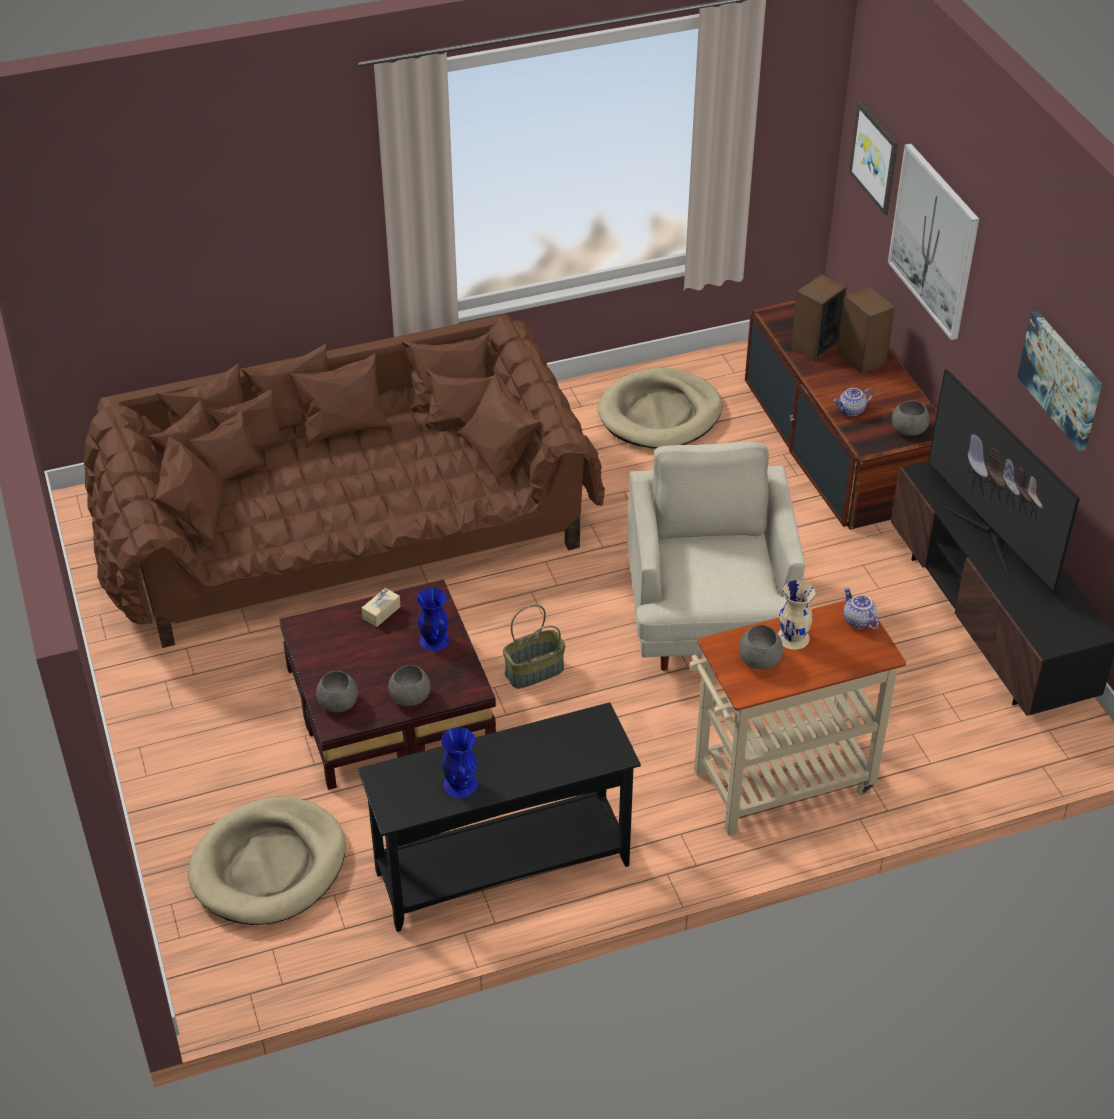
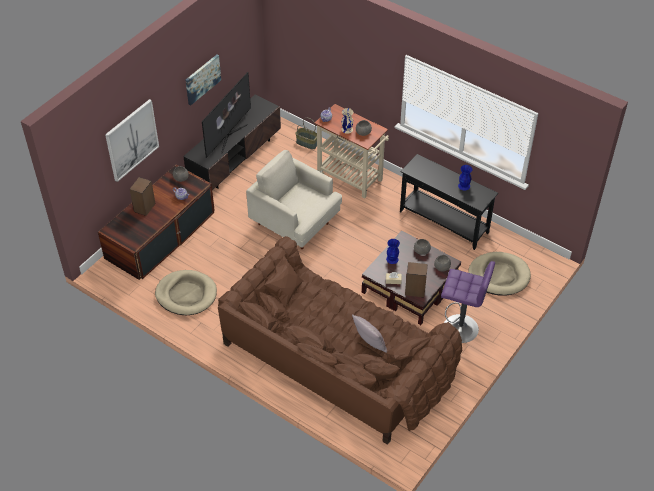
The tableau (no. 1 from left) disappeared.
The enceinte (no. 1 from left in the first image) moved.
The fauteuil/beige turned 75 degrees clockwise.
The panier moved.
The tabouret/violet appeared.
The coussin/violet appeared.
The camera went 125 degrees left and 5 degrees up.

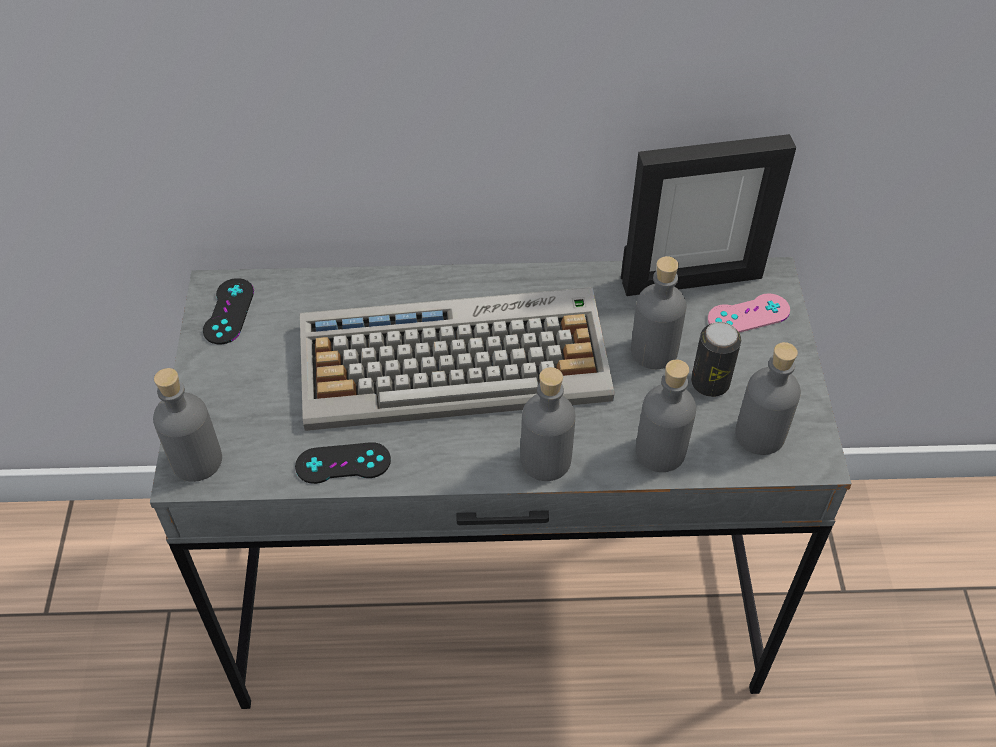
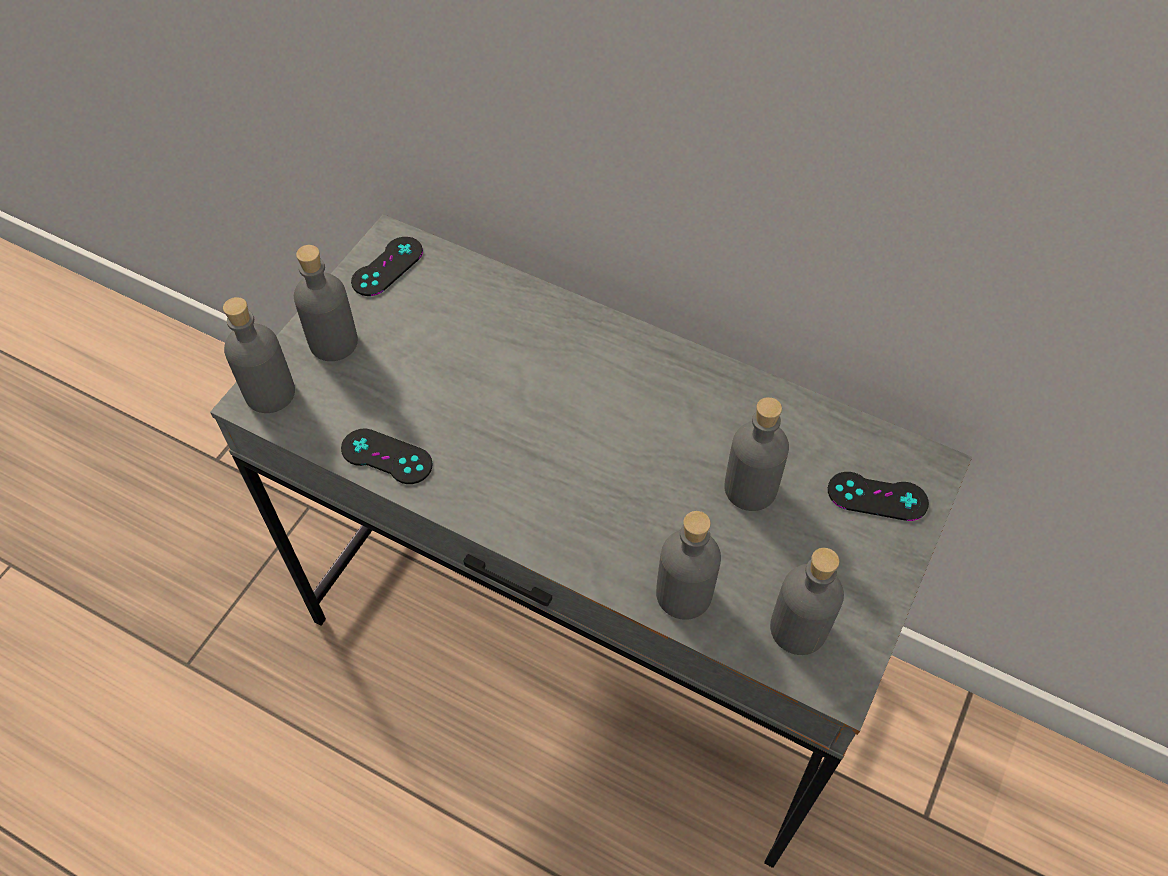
The cadre photo disappeared.
The clavier disappeared.
The manette/rose became the manette/noir (no. 3 from left).
The boîte métallique disappeared.
The bouteille/gris (no. 2 from left) moved.
The camera went 30 degrees right and 5 degrees up.

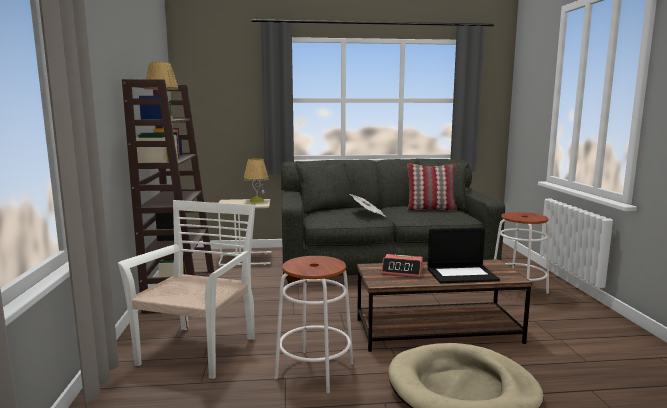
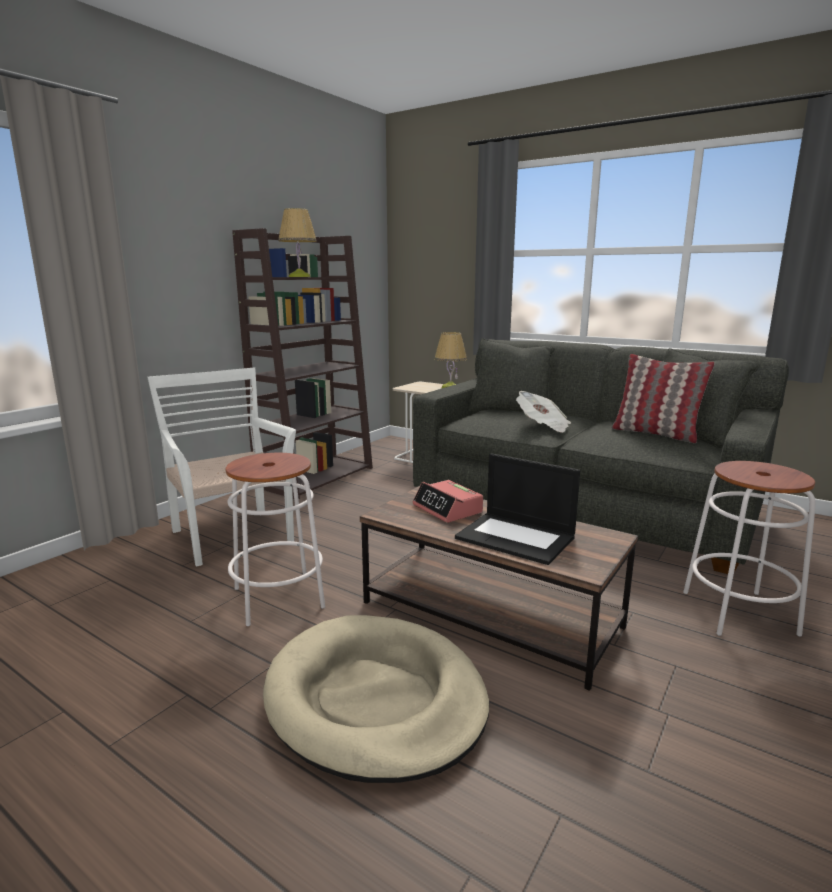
The fauteuil/blanc turned 90 degrees counterclockwise.
The camera went 40 degrees right and 5 degrees up.

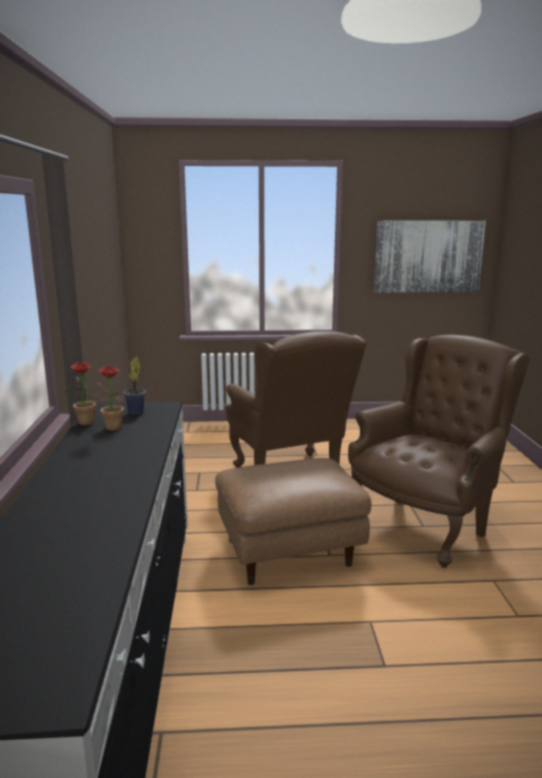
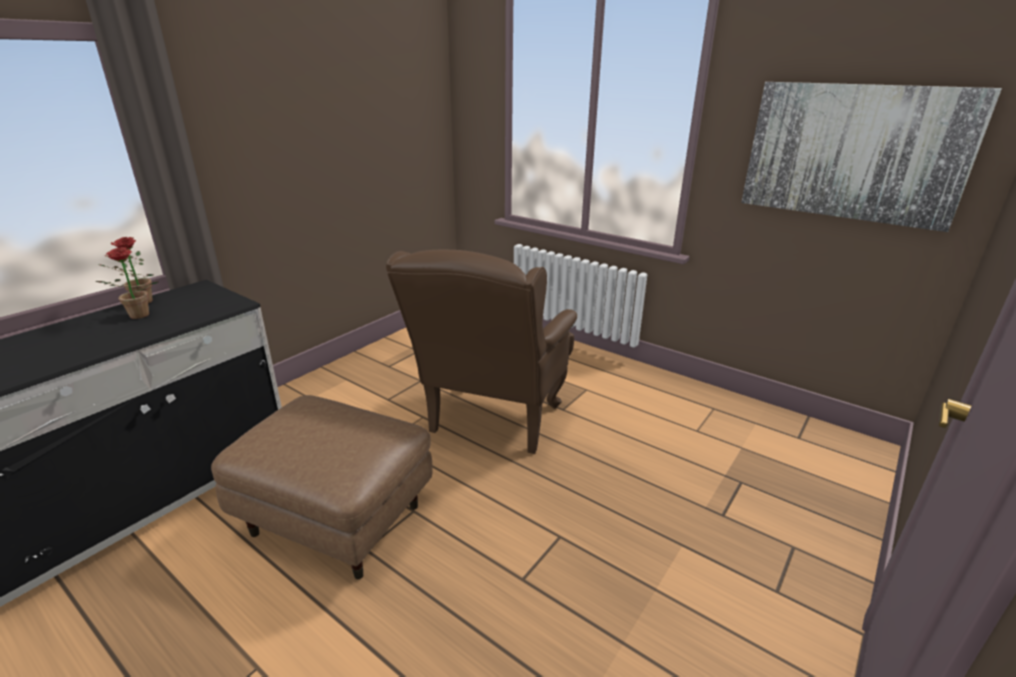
The fauteuil/marron (no. 2 from left) disappeared.
The plante en pot (no. 3 from left) disappeared.
The camera went 40 degrees right and 10 degrees up.

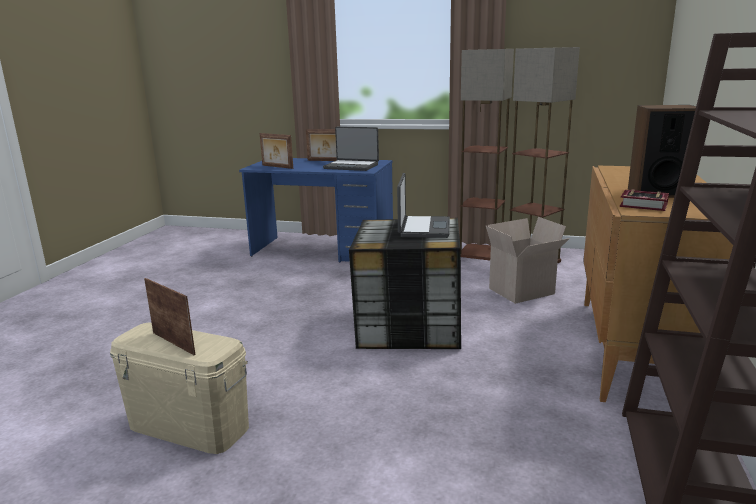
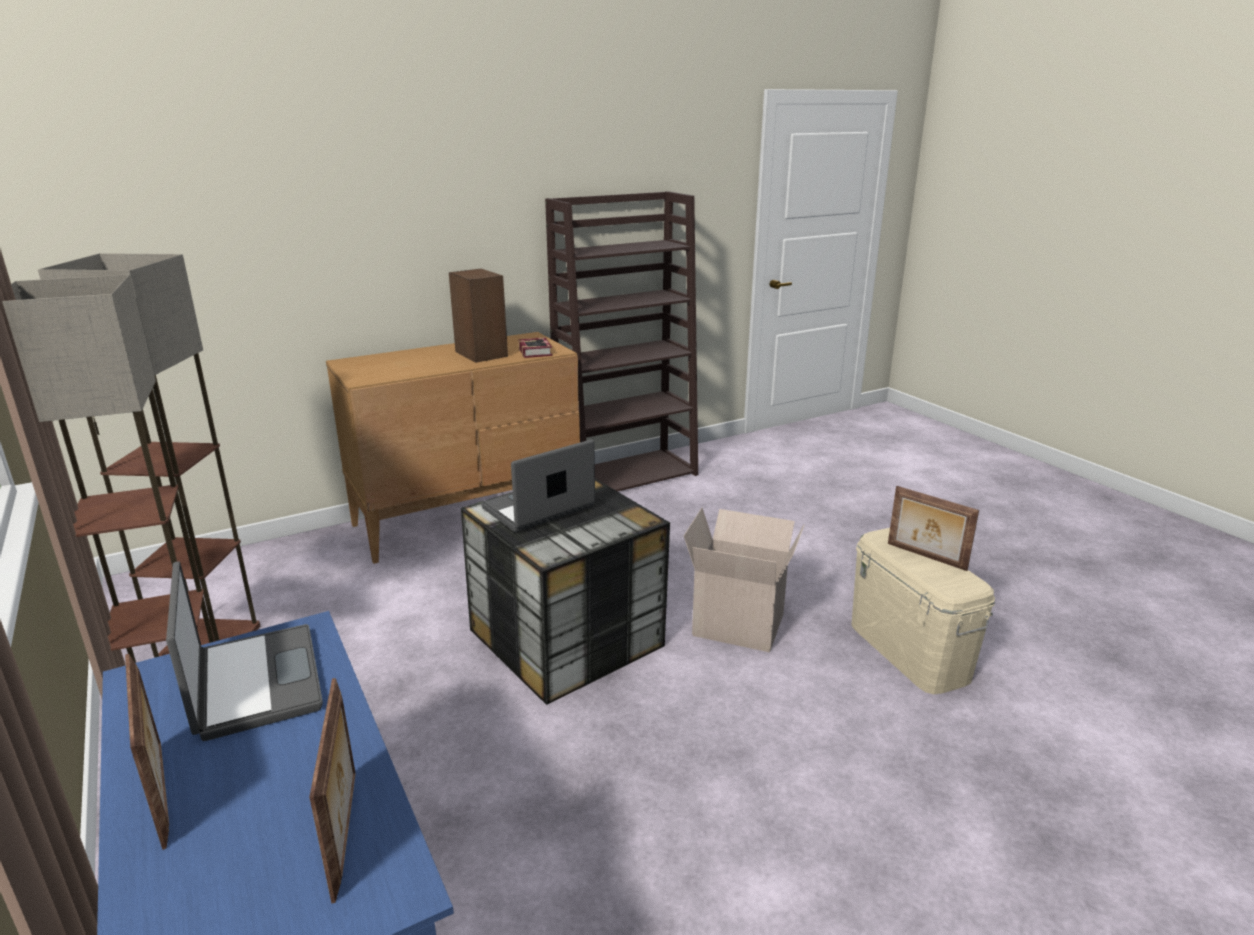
The carton moved.
The cadre photo (no. 1 from left in the first image) turned 45 degrees counterclockwise.
The camera went 135 degrees left and 5 degrees up.

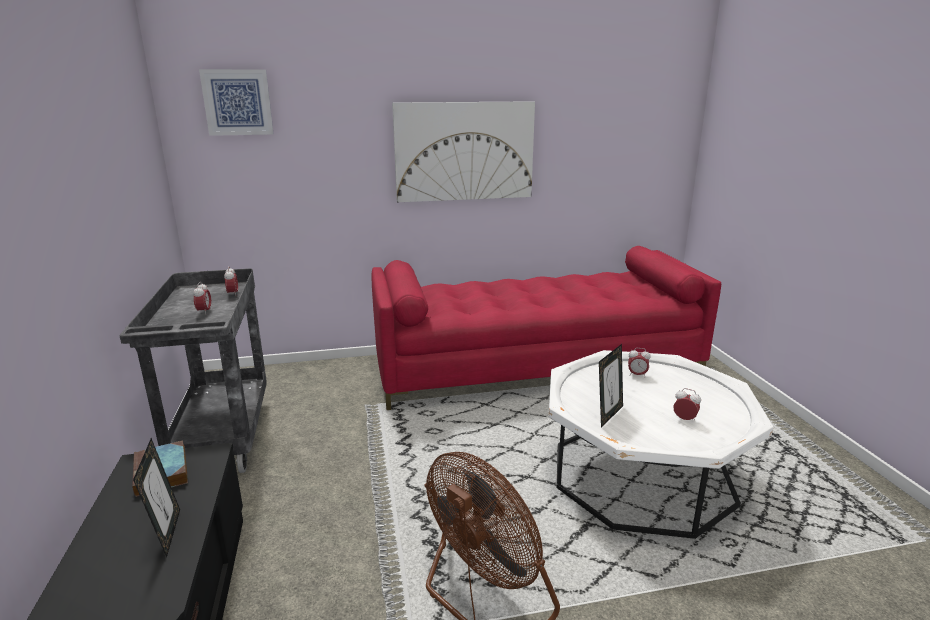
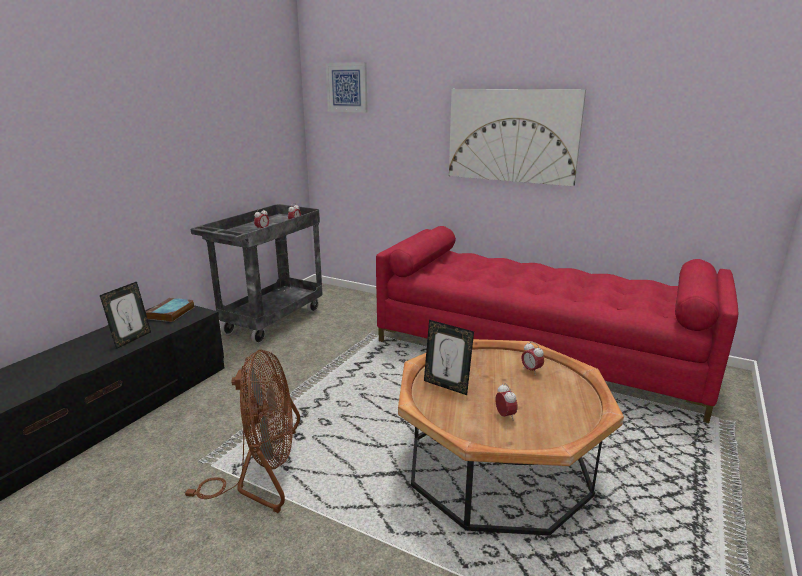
The cadre photo (no. 2 from left) turned 45 degrees clockwise.
The table basse/blanc became the table basse/marron.
The camera went 40 degrees right and 0 degrees up.

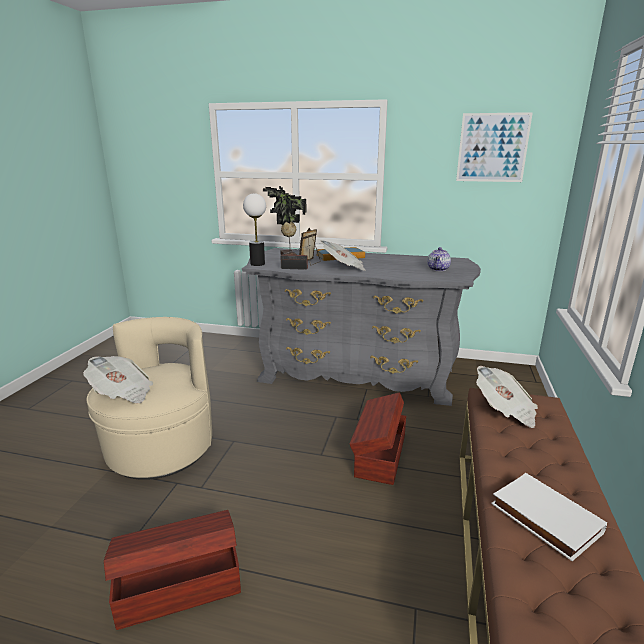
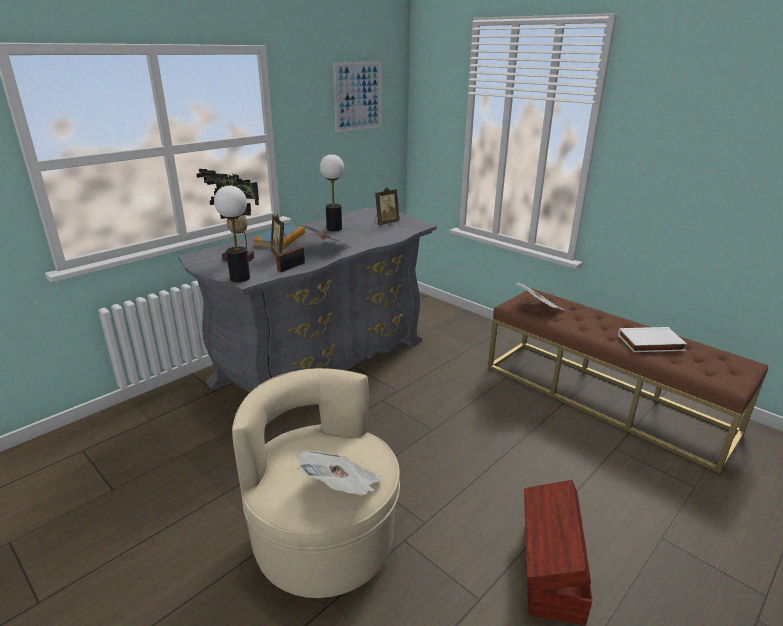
The théière was replaced by the cadre photo (no. 2 from left).
The boîte de rangement/marron (no. 2 from left) disappeared.
The lampe de table (no. 2 from left) appeared.
The camera went 60 degrees left and 5 degrees up.

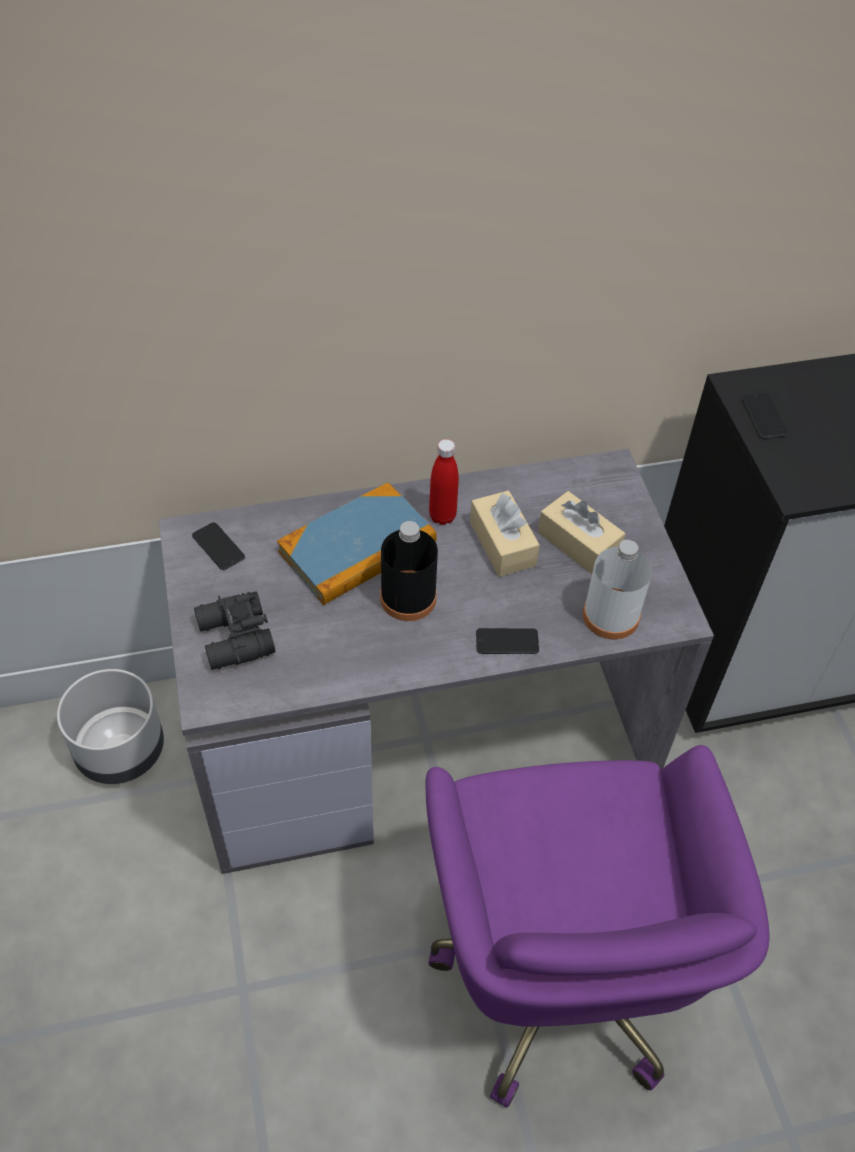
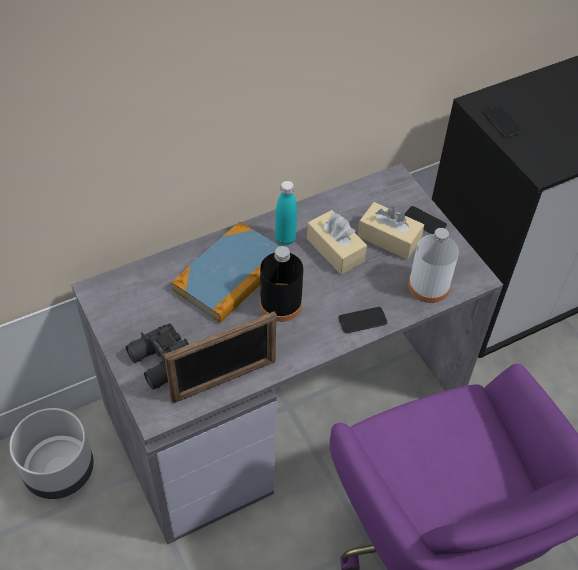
The bouteille/rouge became the bouteille/turquoise.
The téléphone (no. 1 from left in the first image) moved.
The cadre photo appeared.
The camera went 15 degrees left and 0 degrees up.

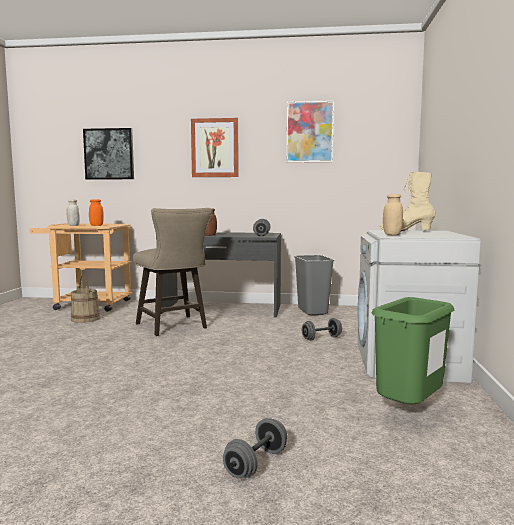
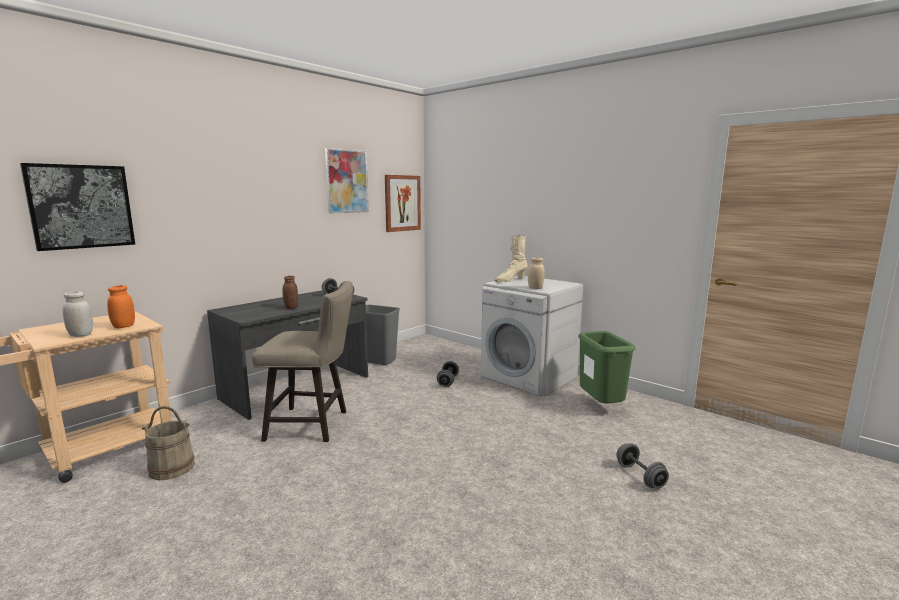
The tableau (no. 2 from left in the first image) moved.
The camera went 55 degrees left and 5 degrees up.

